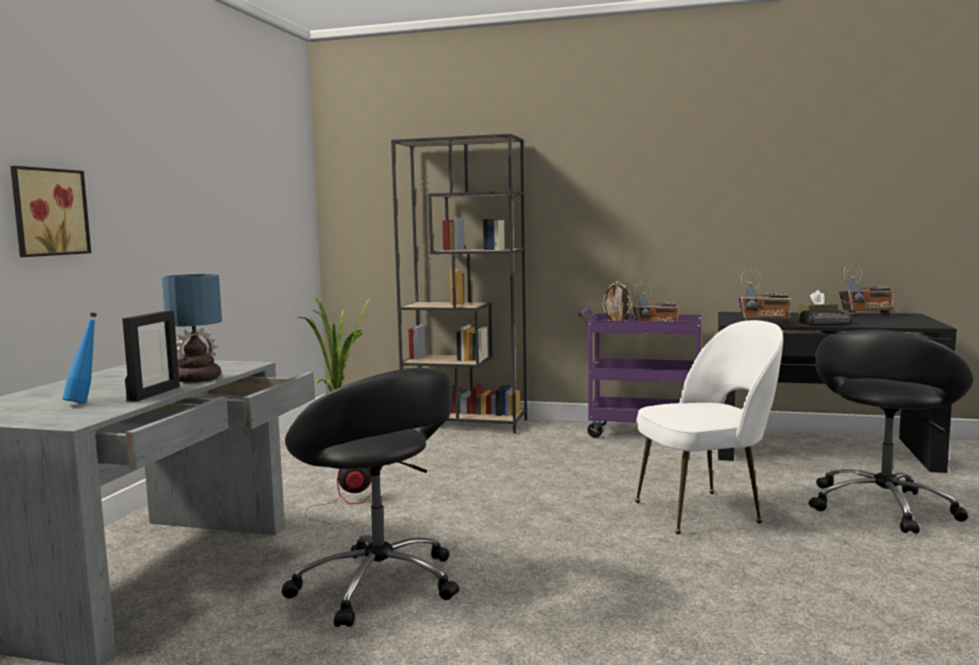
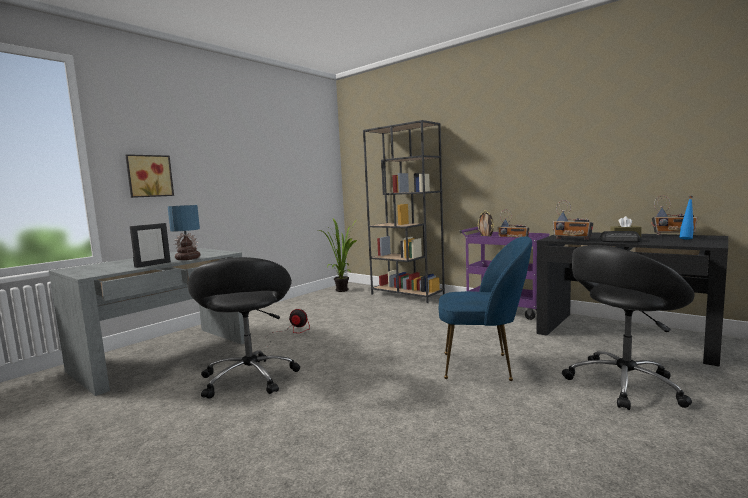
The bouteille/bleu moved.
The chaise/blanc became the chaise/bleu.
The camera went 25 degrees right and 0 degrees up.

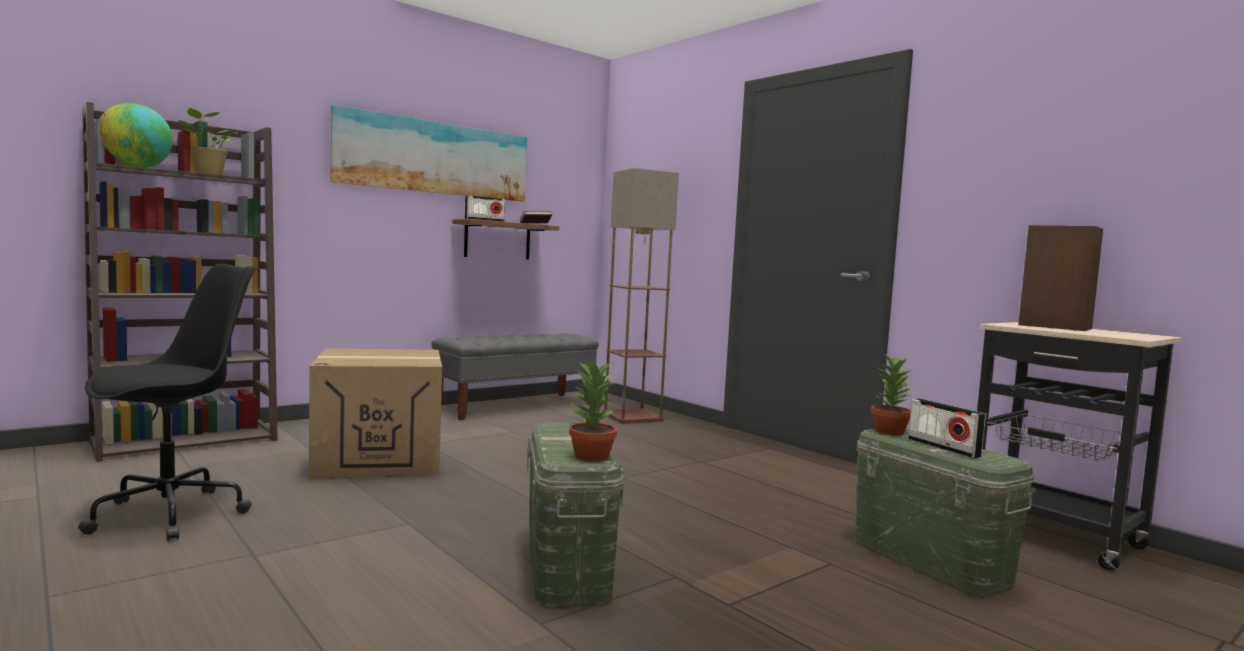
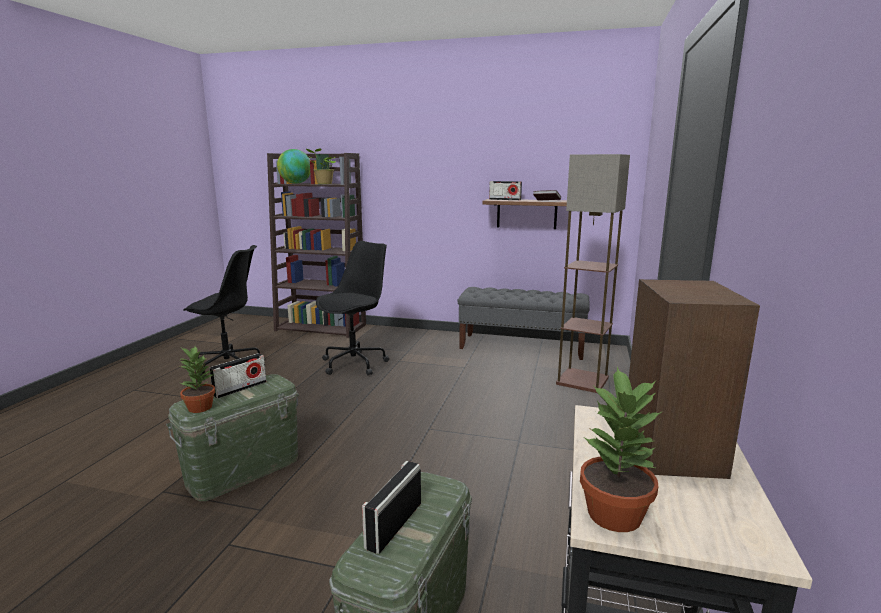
The tableau disappeared.
The carton was replaced by the chaise de bureau/noir (no. 2 from left).
The plante en pot (no. 3 from left) moved.
The radio (no. 1 from left) appeared.
The camera went 55 degrees right and 10 degrees up.

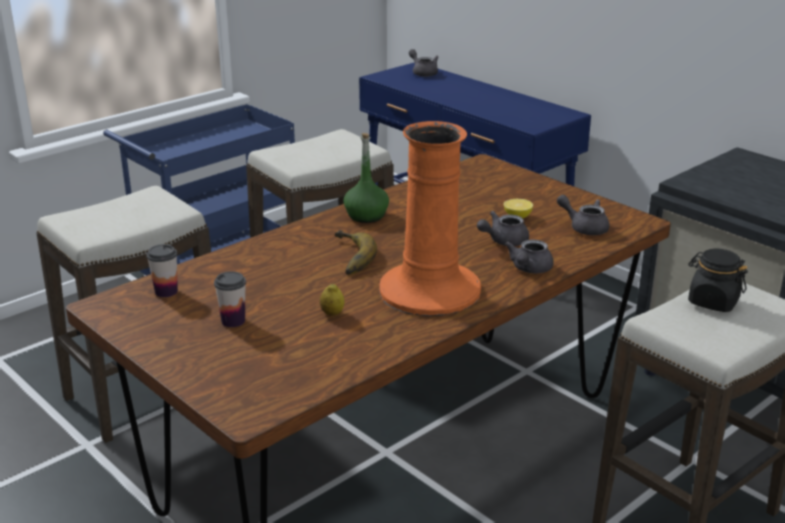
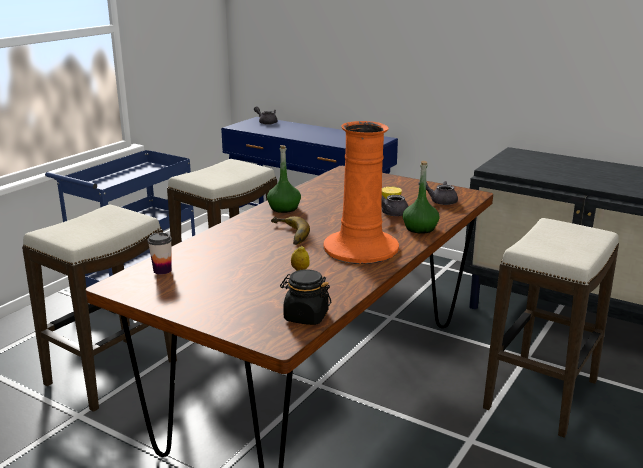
The théière/gris (no. 3 from left) was replaced by the bouteille/vert (no. 2 from left).
The bocal/noir moved.
The tasse (no. 2 from left) disappeared.
The camera went 15 degrees left and 5 degrees down.

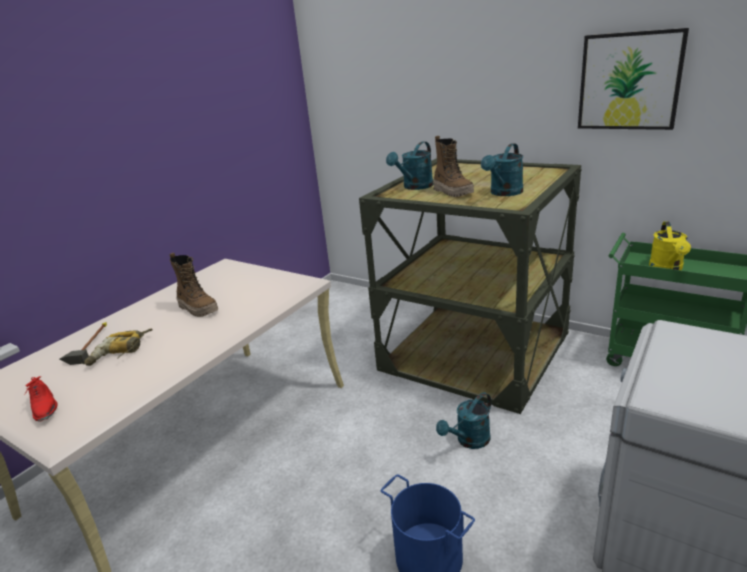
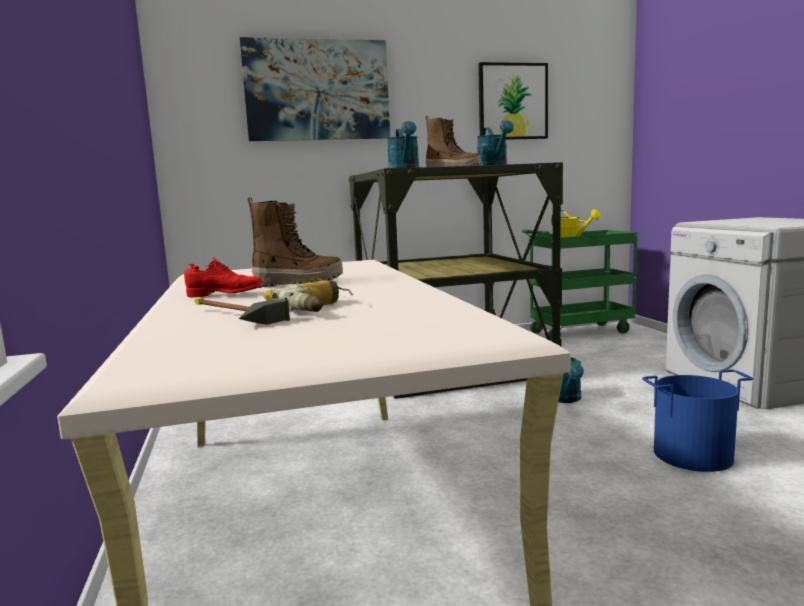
The chaussure/rouge moved.
The tableau (no. 1 from left) appeared.
The camera went 50 degrees left and 15 degrees down.

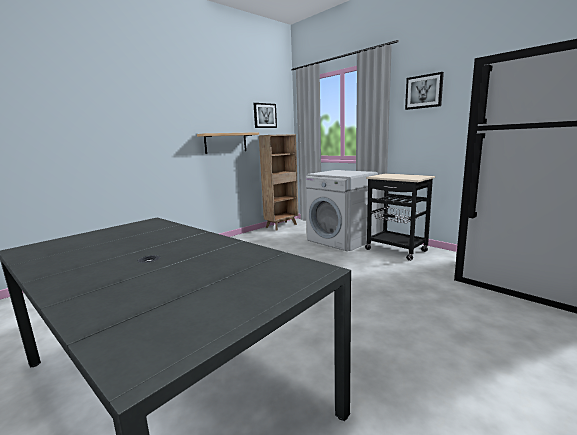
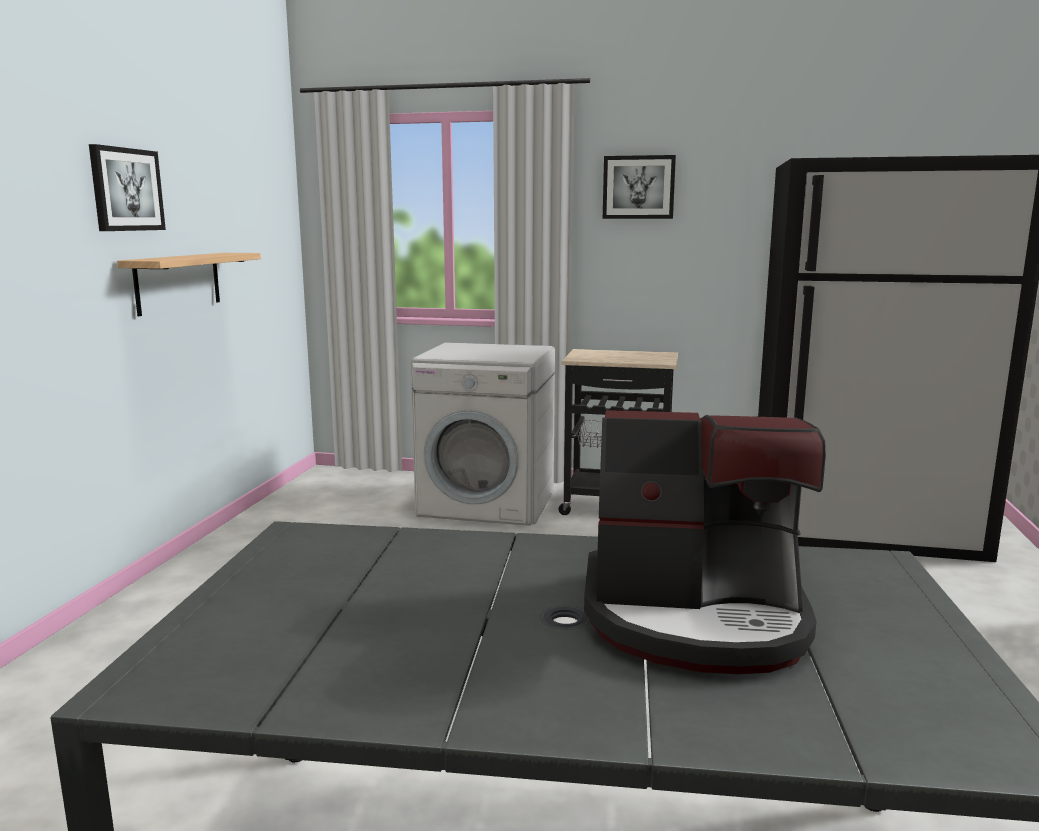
The tableau (no. 1 from left) moved.
The bibliothèque/marron disappeared.
The machine à café appeared.
The camera went 35 degrees left and 0 degrees up.

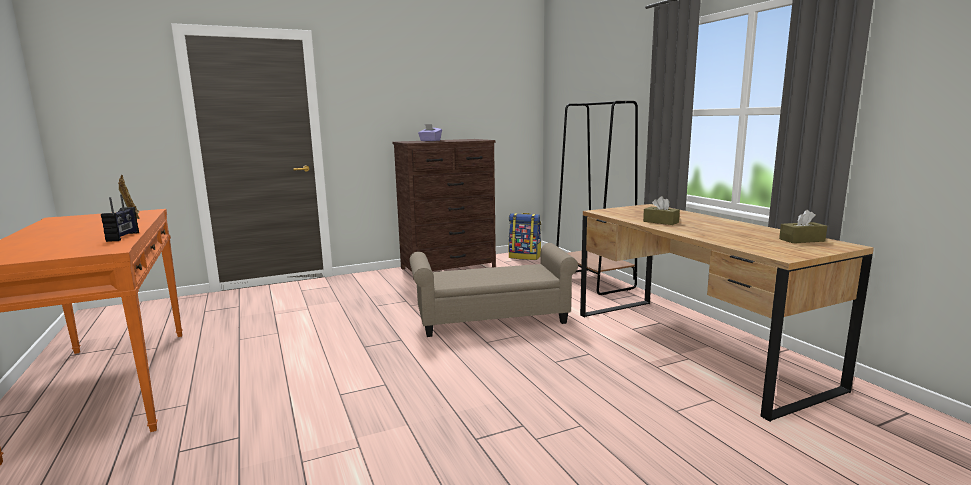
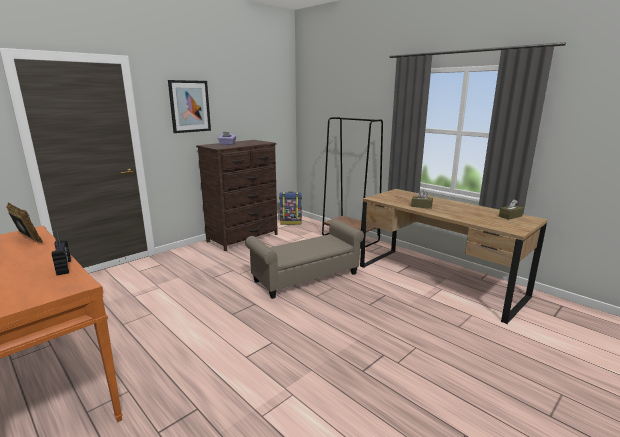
The tableau appeared.
The camera went 20 degrees left and 5 degrees up.

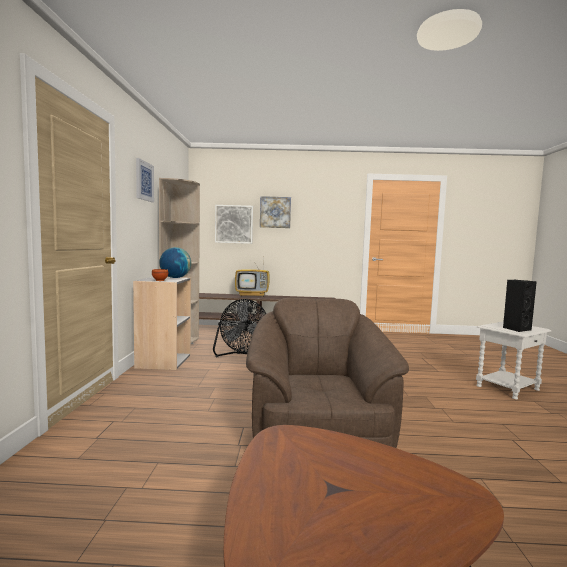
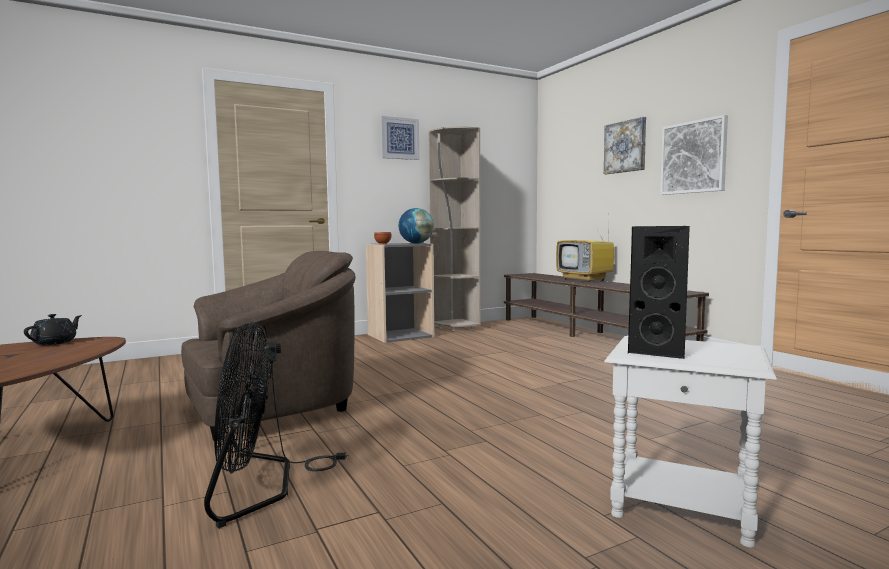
The tableau (no. 2 from left in the first image) moved.
The ventilateur/noir moved.
The théière/noir appeared.
The camera went 60 degrees right and 0 degrees up.

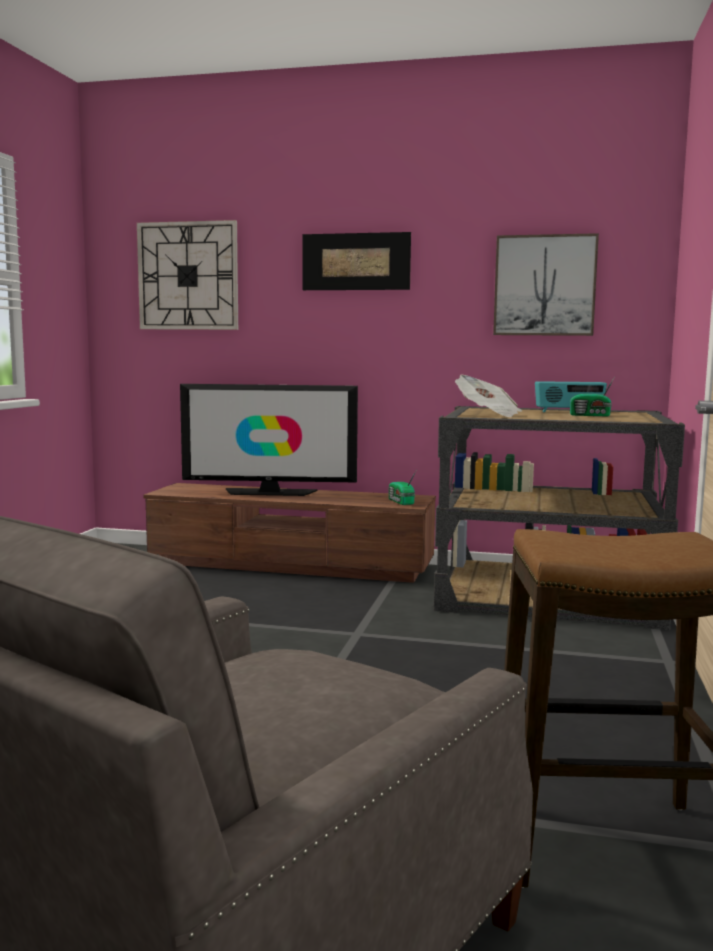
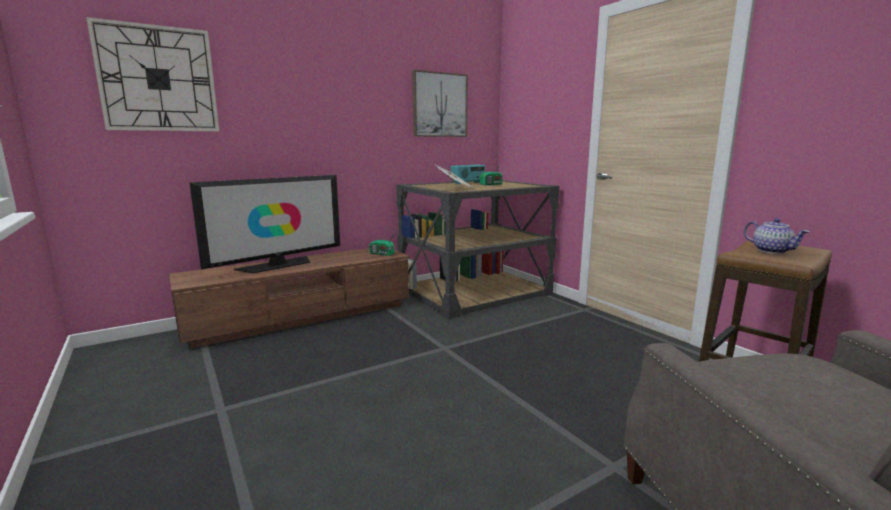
The tableau (no. 1 from left) disappeared.
The théière appeared.
The camera went 45 degrees left and 5 degrees up.

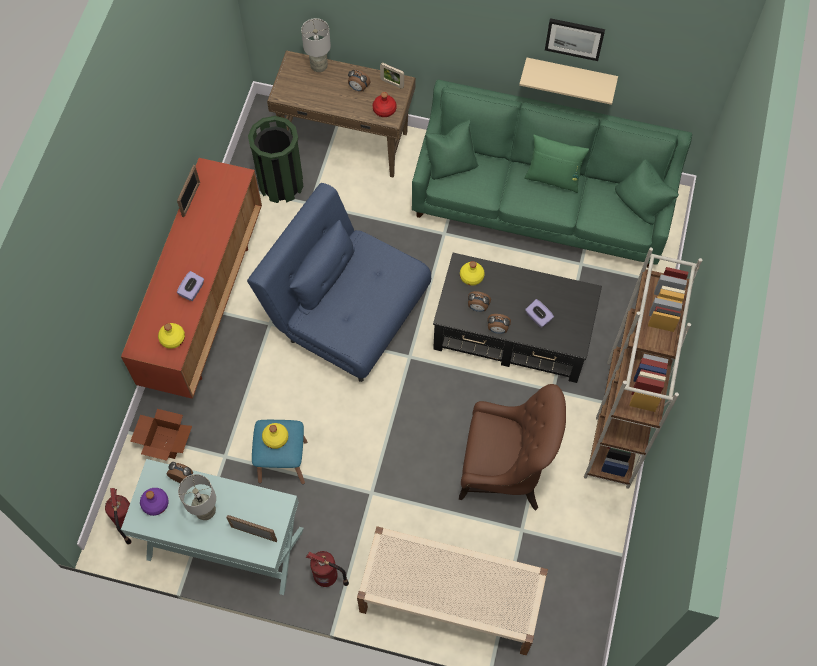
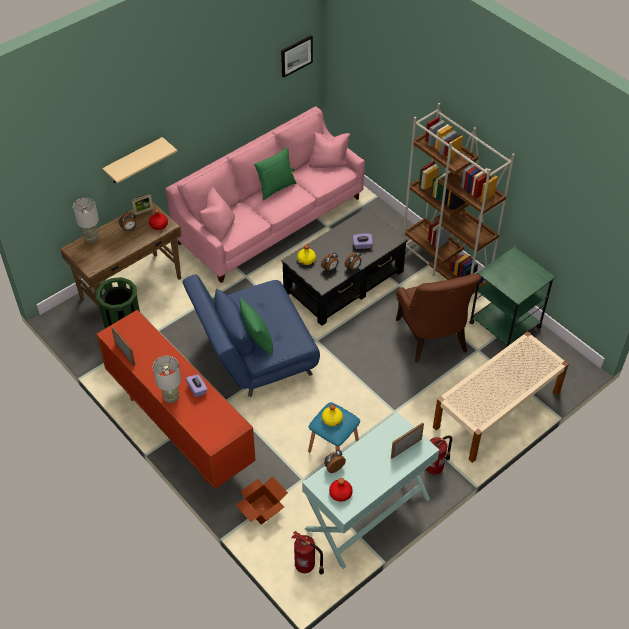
The tableau moved.
The étagère/beige moved.
The canapé/vert became the canapé/rose.
The bouteille/jaune (no. 1 from left) disappeared.
The chaise/marron turned 120 degrees clockwise.
The lampe de table/gris (no. 1 from left in the first image) moved.
The bouteille/violet became the bouteille/rouge (no. 2 from left).
The chariot/vert appeared.
The coussin/vert (no. 1 from left) appeared.
The camera went 55 degrees left and 15 degrees down.

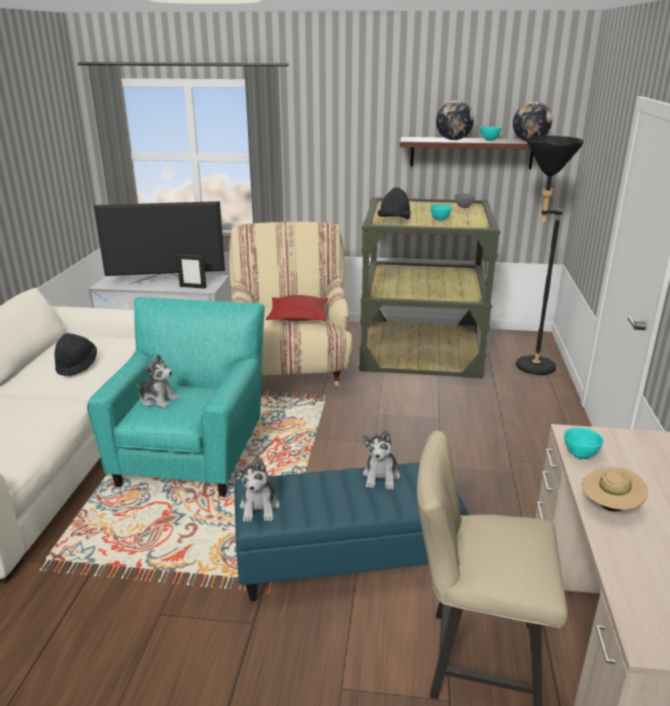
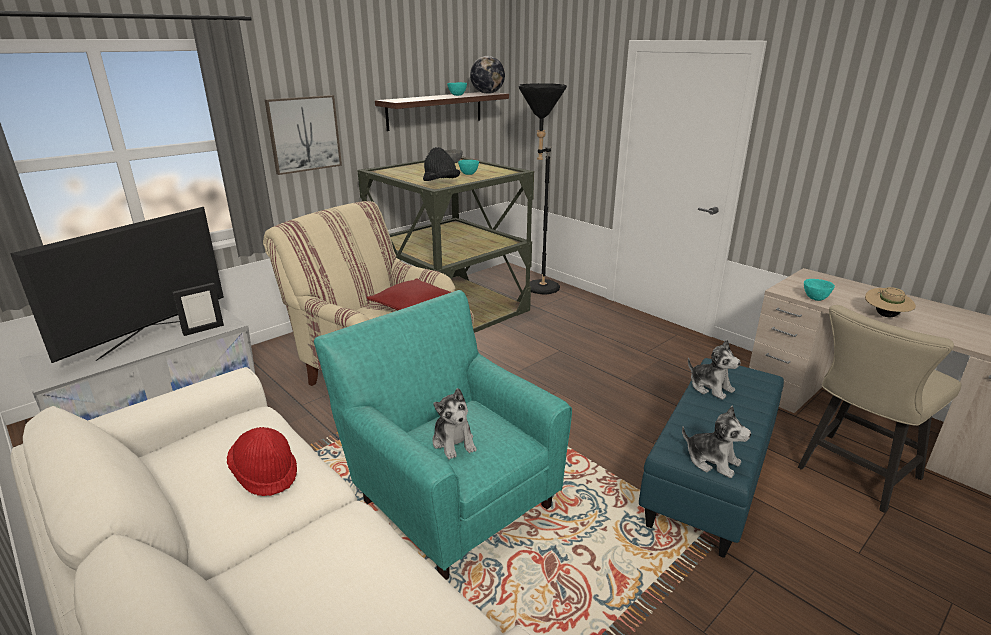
The globe (no. 1 from left) disappeared.
The chapeau/noir (no. 1 from left) became the chapeau/rouge.
The peluche (no. 1 from left) turned 90 degrees clockwise.
The tableau appeared.
The camera went 50 degrees left and 0 degrees up.

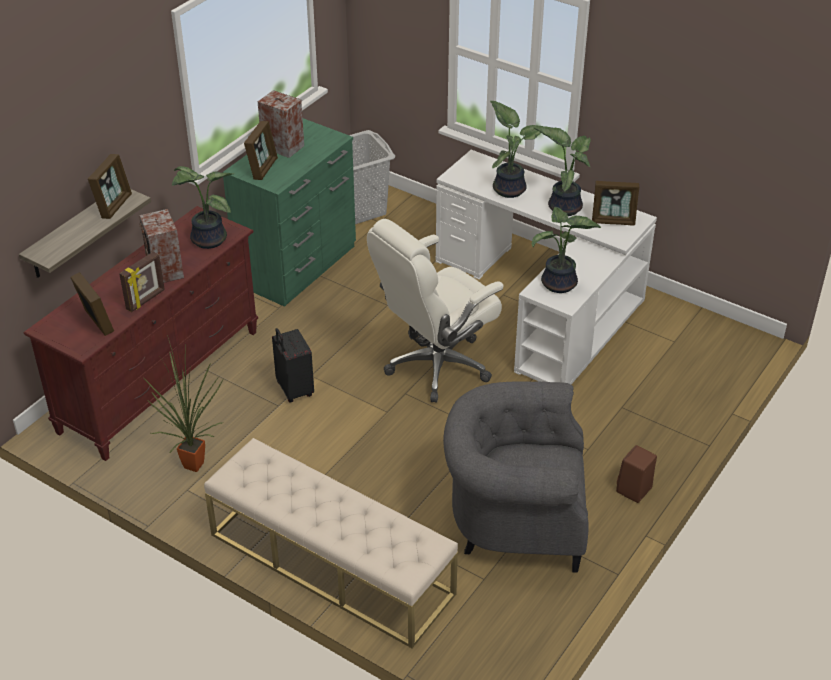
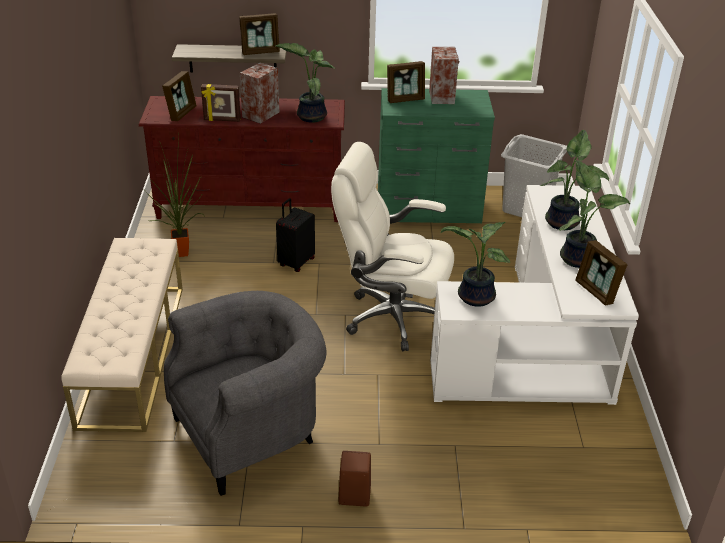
The fauteuil/gris turned 90 degrees clockwise.
The camera went 55 degrees right and 5 degrees down.

